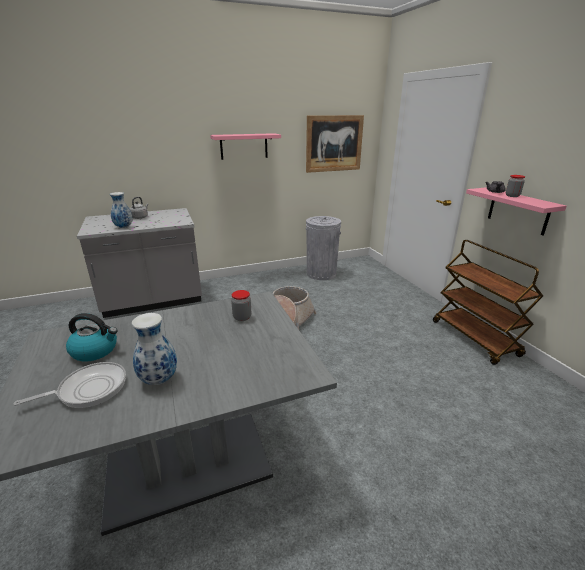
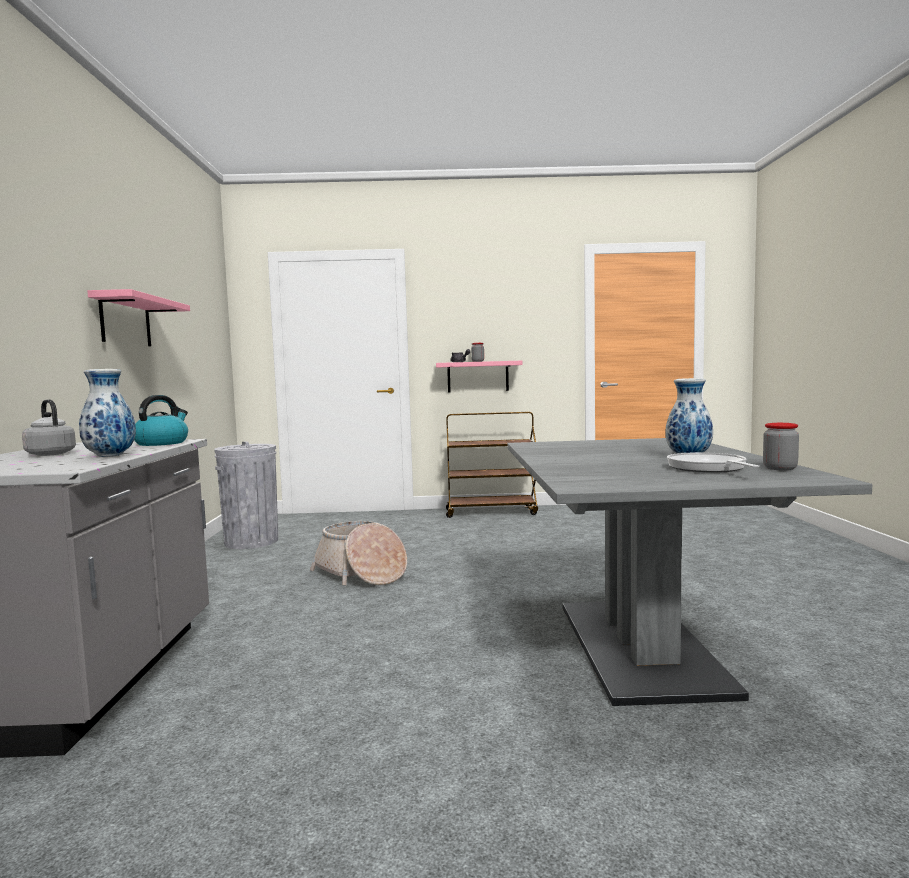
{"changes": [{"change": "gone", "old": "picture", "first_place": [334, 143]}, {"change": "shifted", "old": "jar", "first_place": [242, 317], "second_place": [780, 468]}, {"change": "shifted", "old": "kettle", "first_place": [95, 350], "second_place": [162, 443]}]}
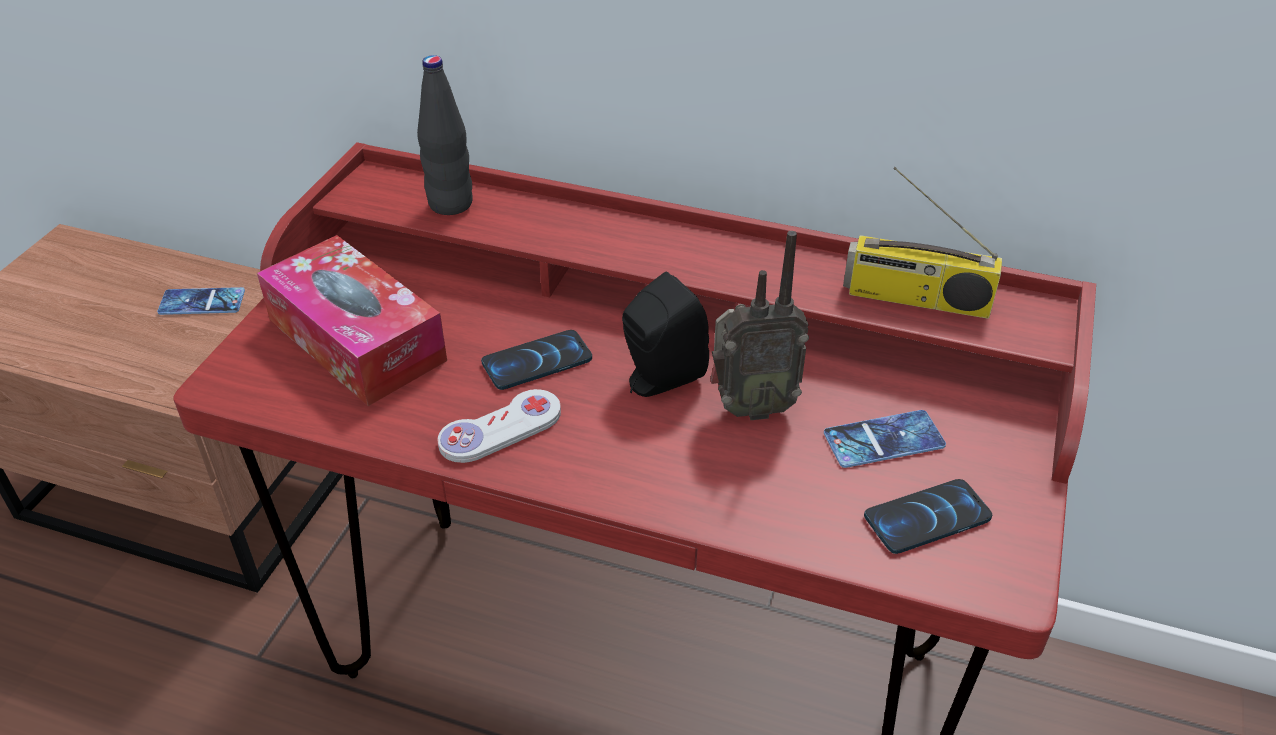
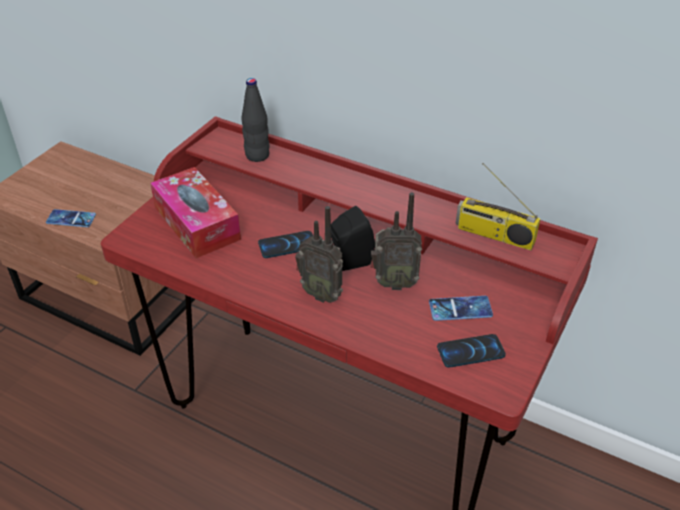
{"changes": [{"change": "shifted", "old": "phone", "first_place": [202, 302], "second_place": [71, 219]}, {"change": "gone", "old": "white game controller", "first_place": [500, 429]}, {"change": "new", "new": "radio", "second_place": [322, 294]}]}
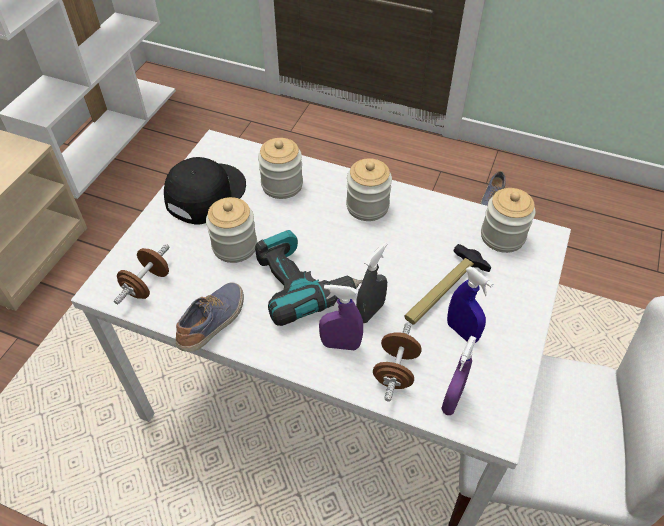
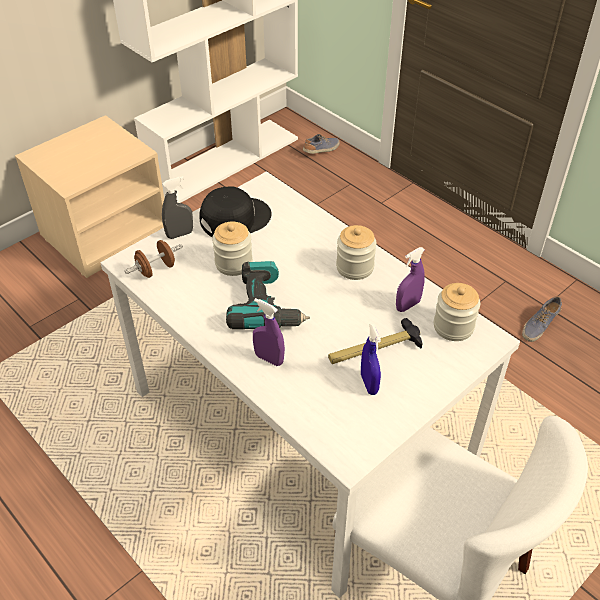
{"changes": [{"change": "gone", "old": "jar", "first_place": [282, 185]}, {"change": "shifted", "old": "grey spray bottle", "first_place": [370, 312], "second_place": [180, 234]}, {"change": "shifted", "old": "shoe", "first_place": [214, 323], "second_place": [322, 150]}, {"change": "gone", "old": "brown dumbbell", "first_place": [395, 370]}, {"change": "shifted", "old": "purple spray bottle", "first_place": [452, 399], "second_place": [407, 305]}]}
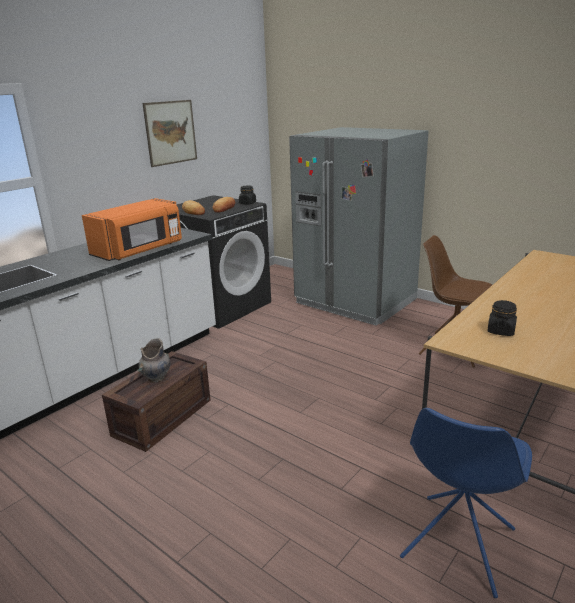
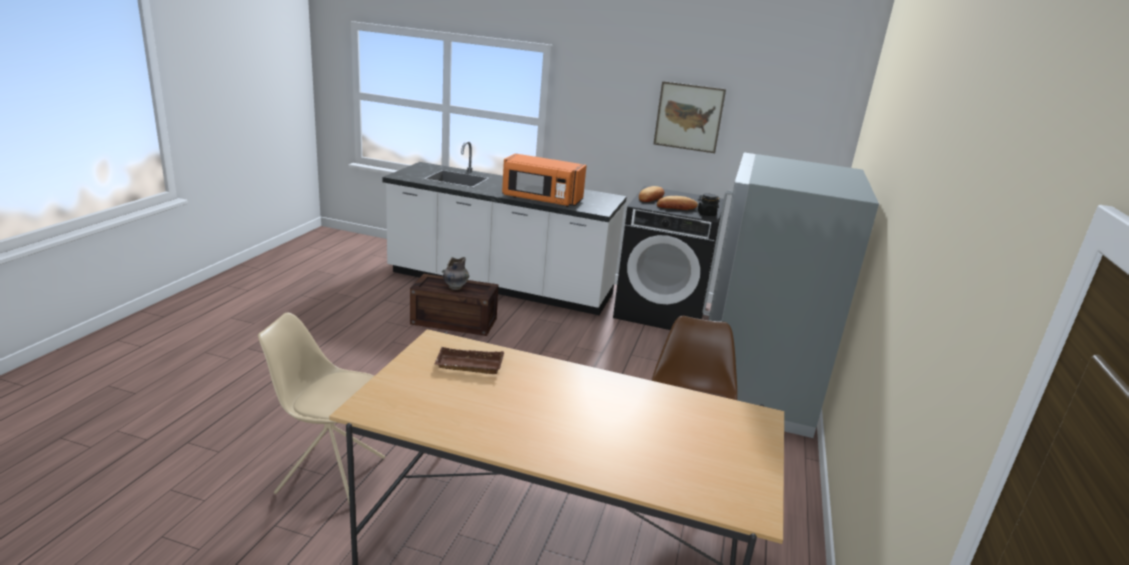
{"changes": [{"change": "swapped", "old": "black jar", "new": "brown tray", "first_place": [501, 331], "second_place": [468, 366]}, {"change": "repainted", "old": "blue chair", "new": "beige chair", "first_place": [457, 545], "second_place": [330, 474]}]}
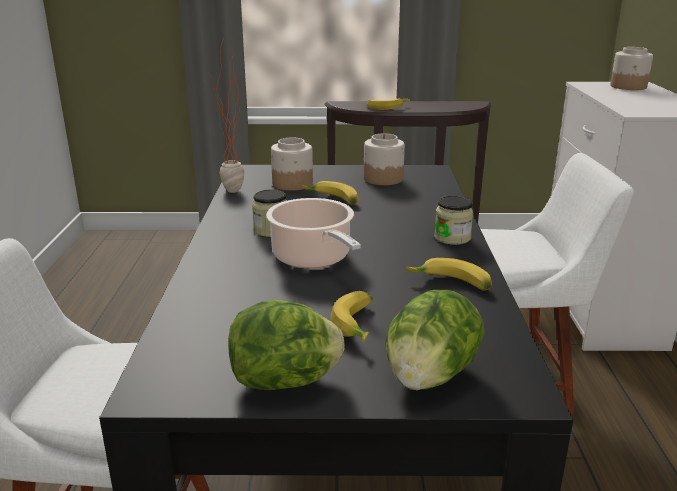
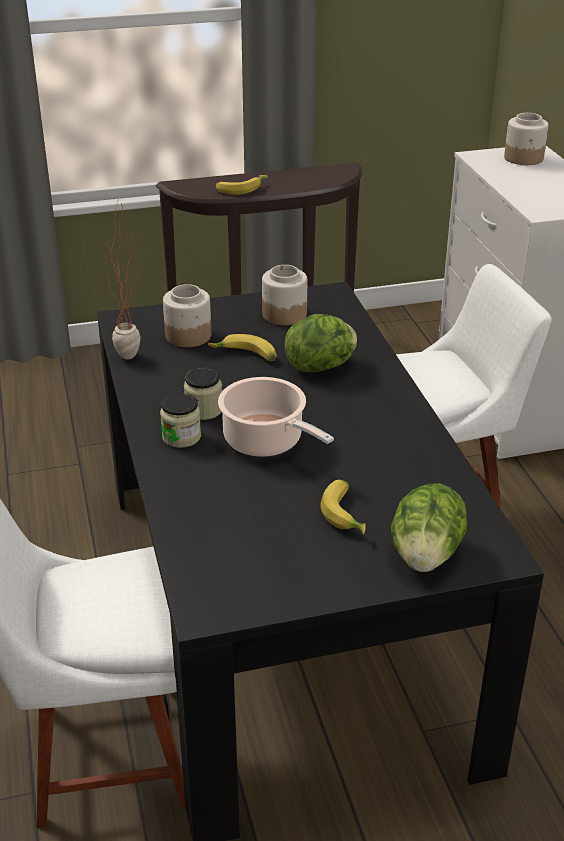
{"changes": [{"change": "shifted", "old": "jar", "first_place": [452, 237], "second_place": [181, 437]}, {"change": "gone", "old": "banana", "first_place": [450, 284]}, {"change": "shifted", "old": "lettuce", "first_place": [286, 382], "second_place": [321, 367]}]}
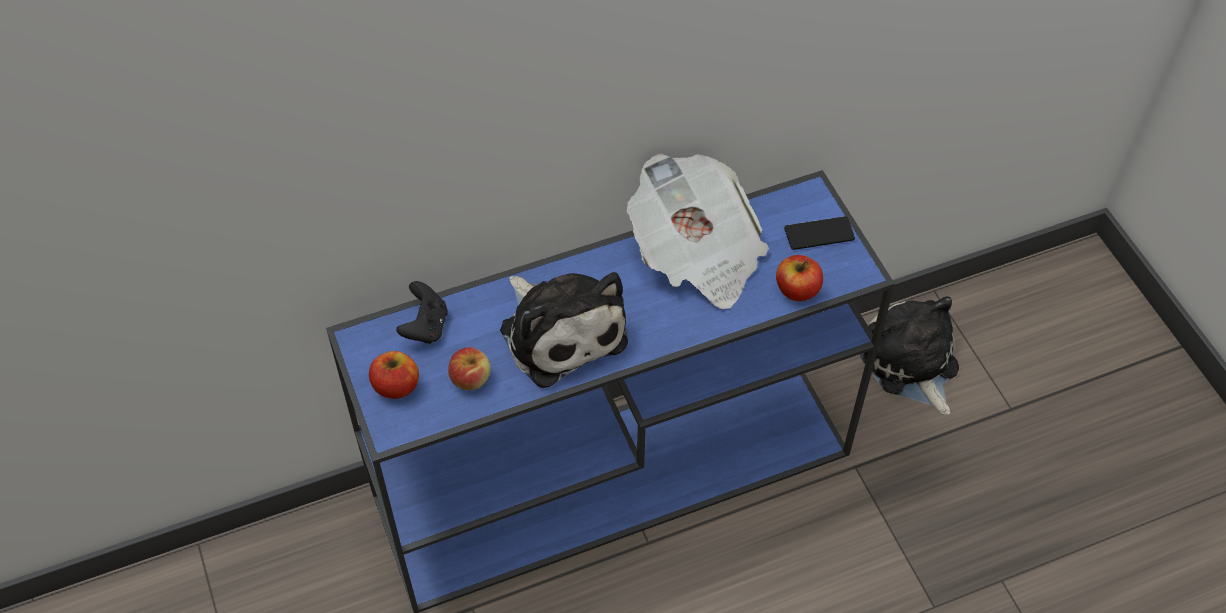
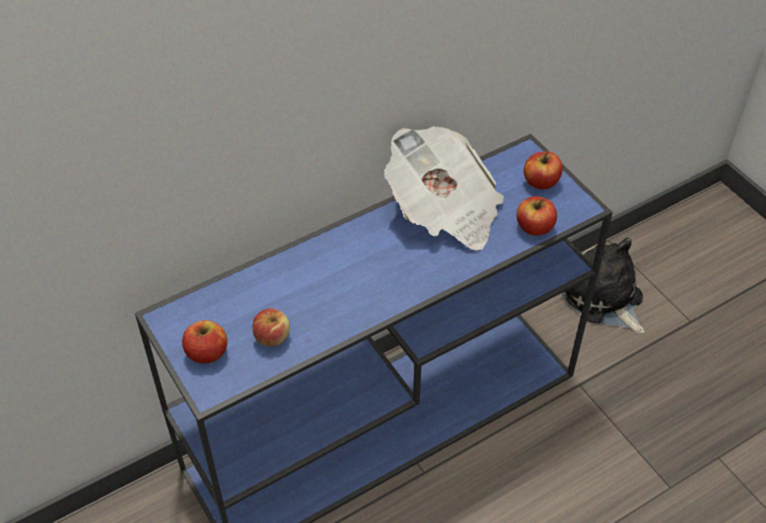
{"changes": [{"change": "swapped", "old": "phone", "new": "apple", "first_place": [819, 234], "second_place": [541, 182]}, {"change": "gone", "old": "plush toy", "first_place": [560, 331]}, {"change": "gone", "old": "black game controller", "first_place": [425, 326]}]}
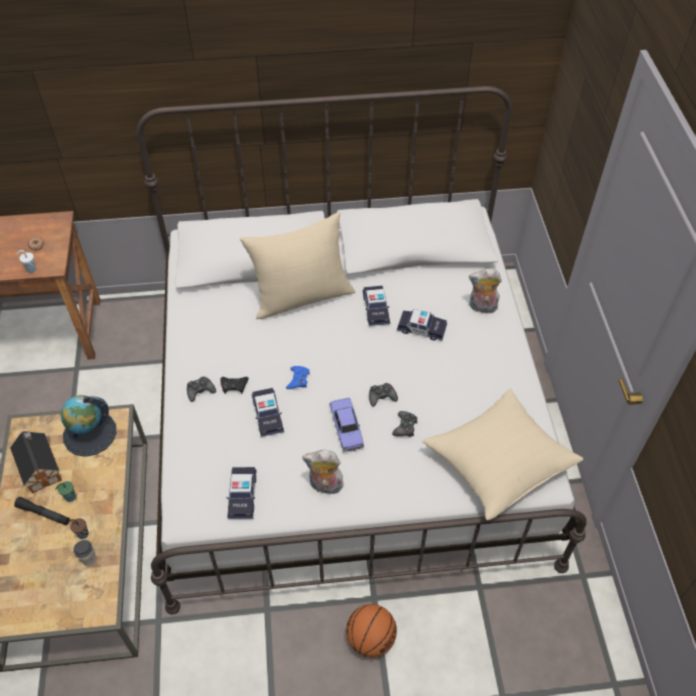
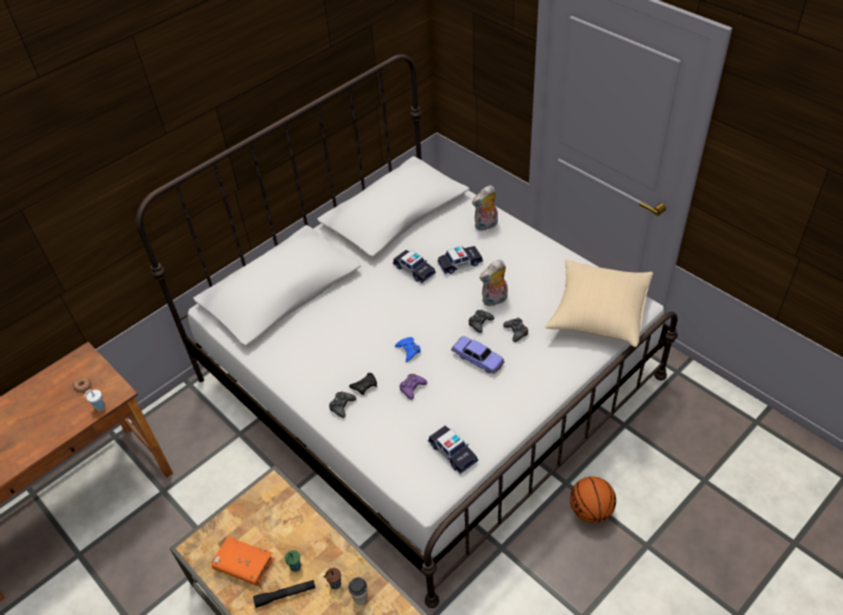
{"changes": [{"change": "gone", "old": "beige pillow", "first_place": [302, 296]}, {"change": "swapped", "old": "toy car", "new": "purple game controller", "first_place": [267, 415], "second_place": [412, 388]}, {"change": "gone", "old": "globe", "first_place": [89, 433]}, {"change": "swapped", "old": "toy house", "new": "orange book", "first_place": [40, 467], "second_place": [244, 564]}, {"change": "shifted", "old": "plush toy", "first_place": [324, 486], "second_place": [494, 300]}]}
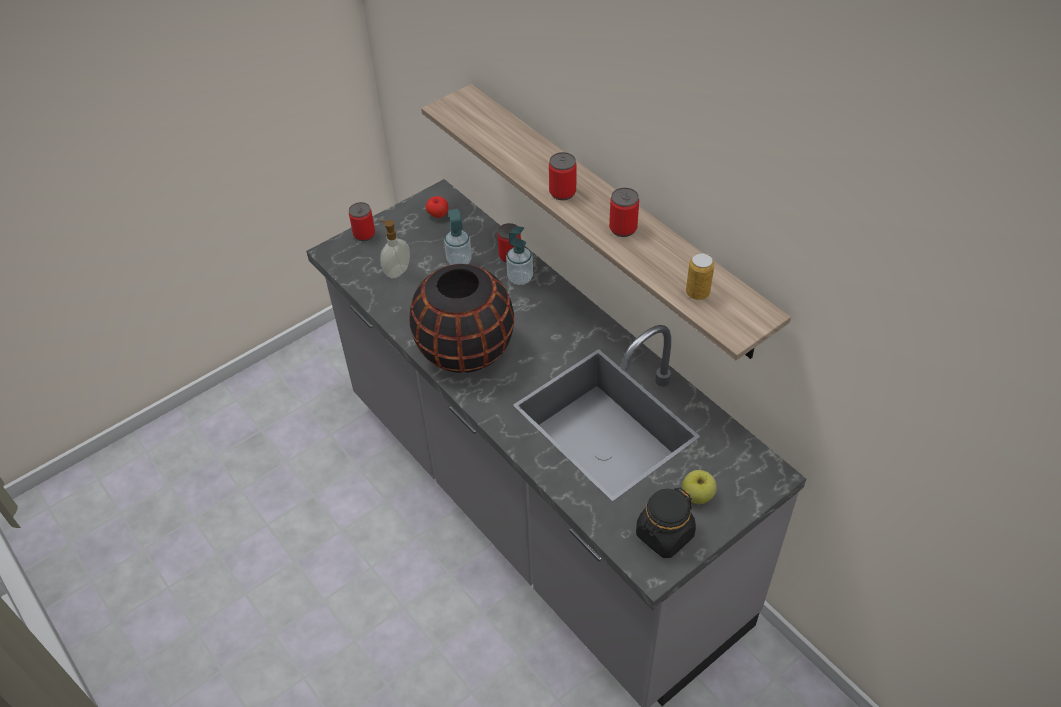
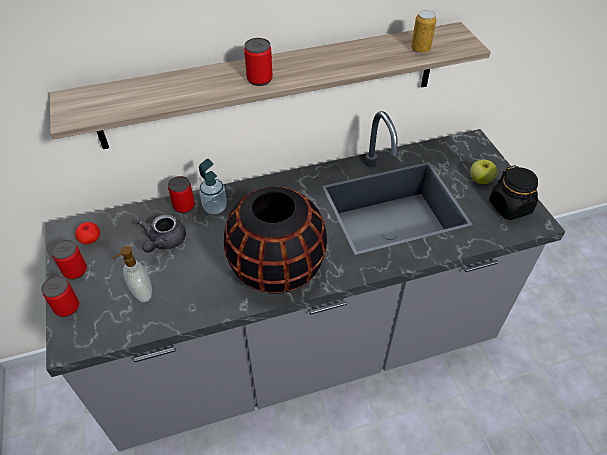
{"changes": [{"change": "shifted", "old": "can", "first_place": [623, 228], "second_place": [75, 271]}, {"change": "swapped", "old": "soap dispenser", "new": "grey teapot", "first_place": [459, 261], "second_place": [164, 242]}]}
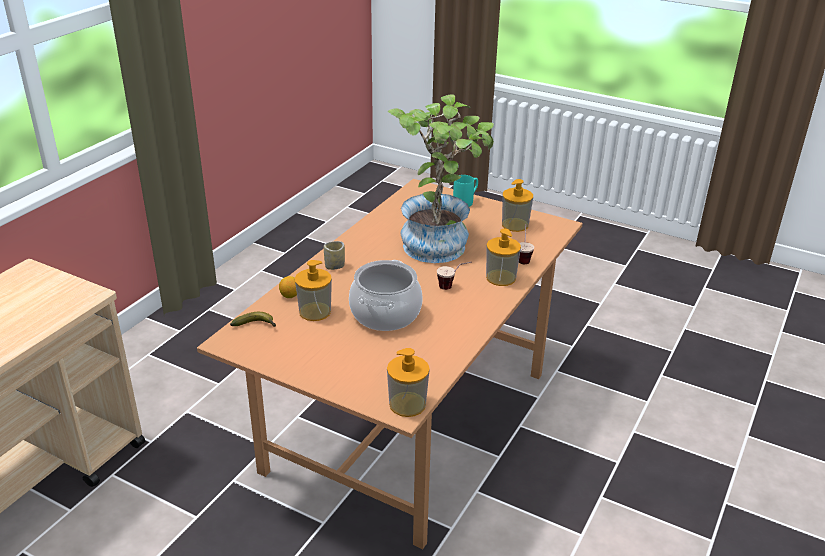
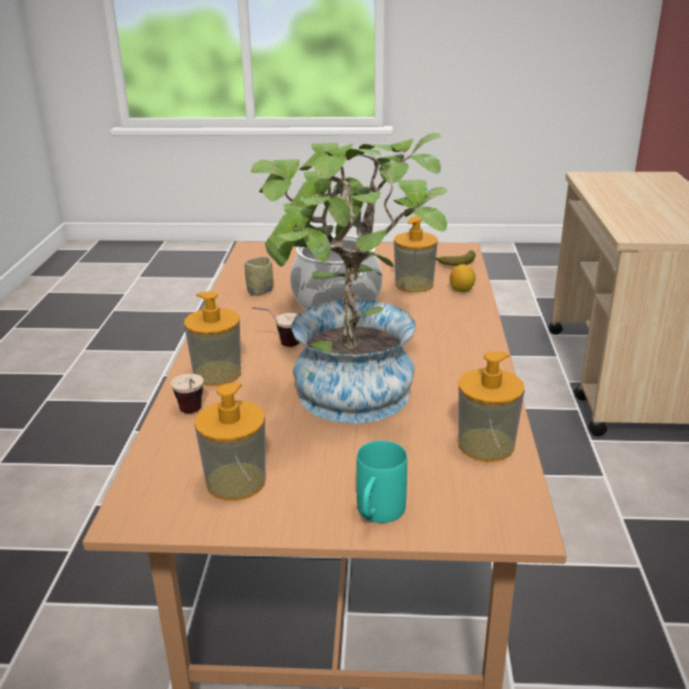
{"changes": [{"change": "shifted", "old": "cup", "first_place": [334, 266], "second_place": [260, 291]}, {"change": "shifted", "old": "soap dispenser", "first_place": [407, 404], "second_place": [486, 445]}]}
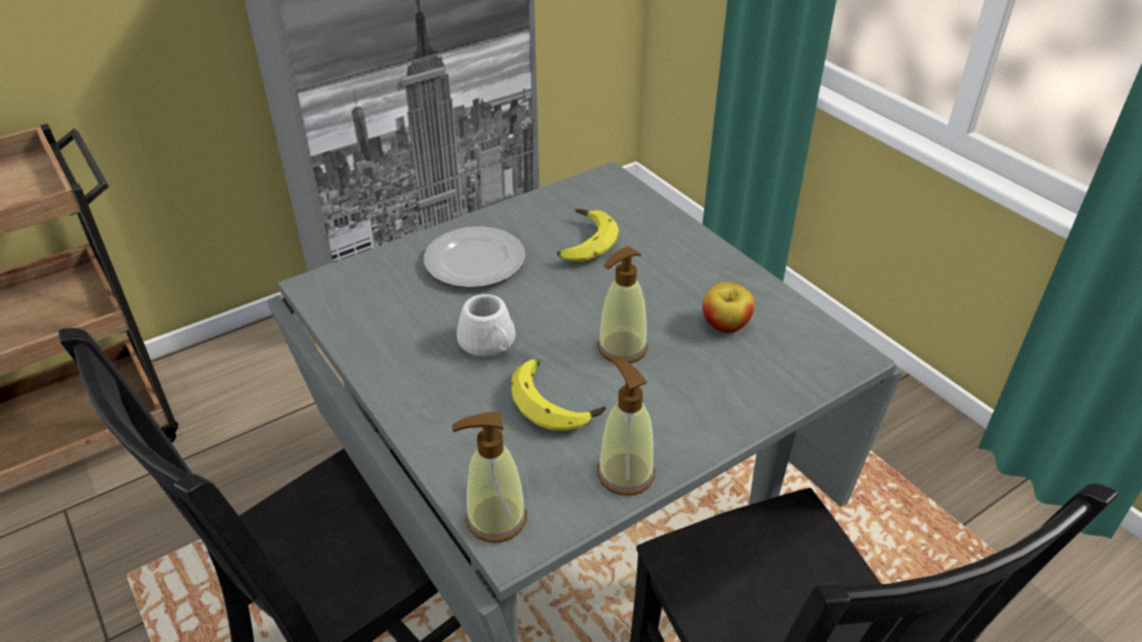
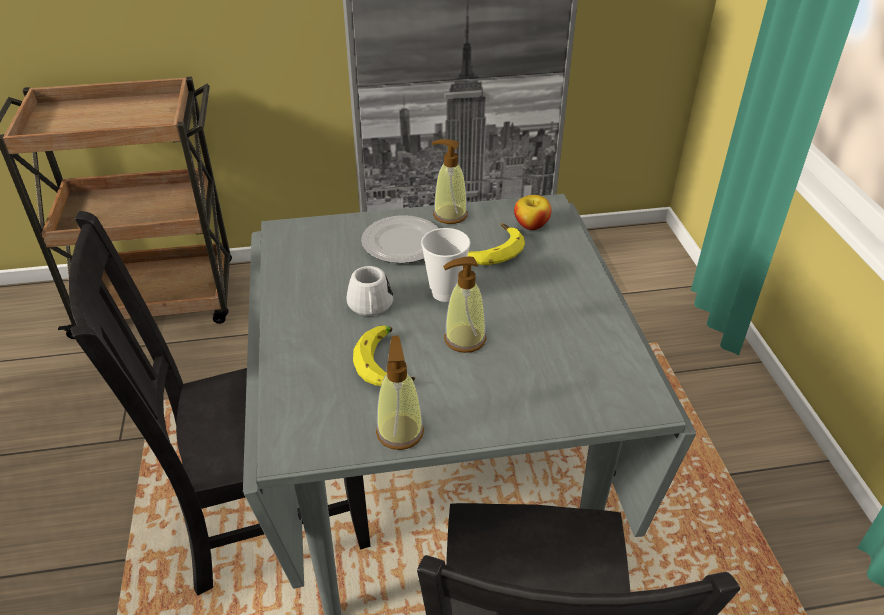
{"changes": [{"change": "shifted", "old": "apple", "first_place": [725, 324], "second_place": [531, 225]}, {"change": "shifted", "old": "soap dispenser", "first_place": [495, 518], "second_place": [450, 215]}, {"change": "new", "new": "cup", "second_place": [445, 293]}]}
